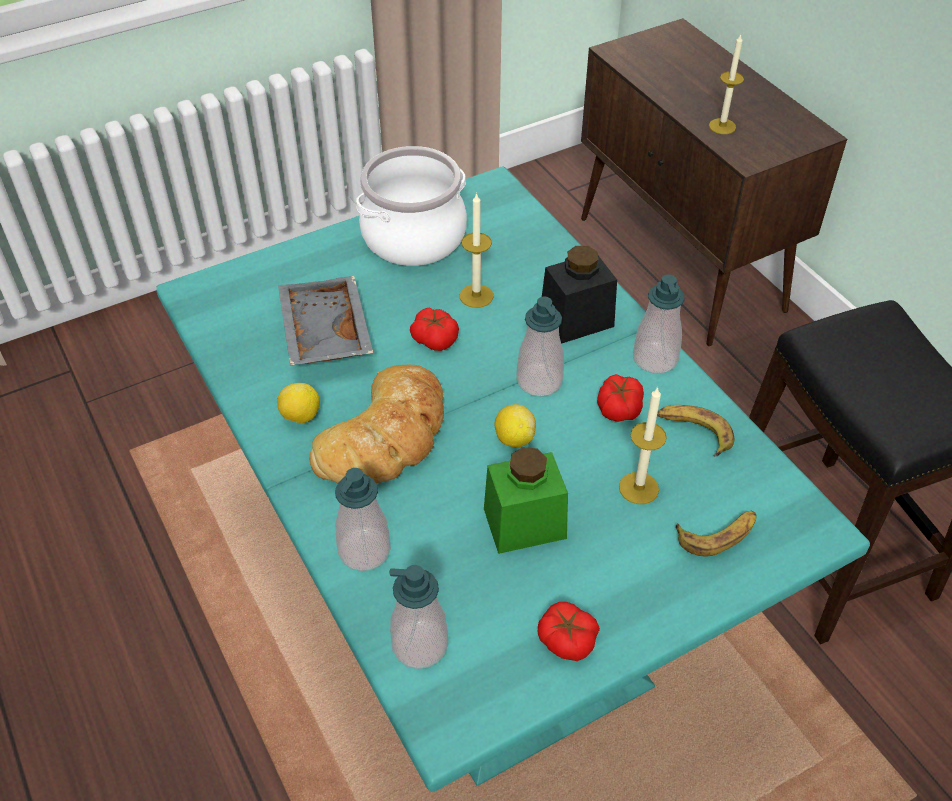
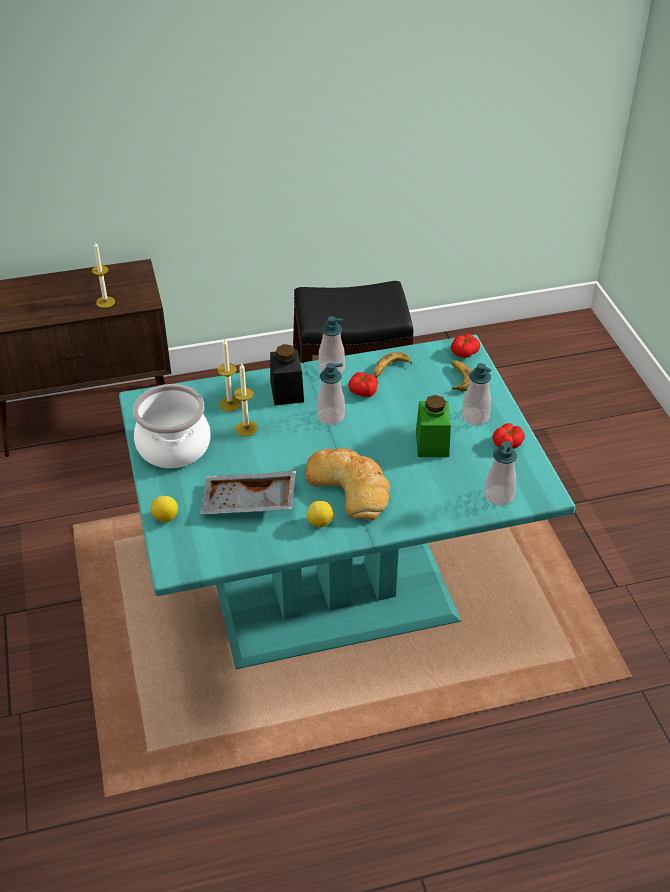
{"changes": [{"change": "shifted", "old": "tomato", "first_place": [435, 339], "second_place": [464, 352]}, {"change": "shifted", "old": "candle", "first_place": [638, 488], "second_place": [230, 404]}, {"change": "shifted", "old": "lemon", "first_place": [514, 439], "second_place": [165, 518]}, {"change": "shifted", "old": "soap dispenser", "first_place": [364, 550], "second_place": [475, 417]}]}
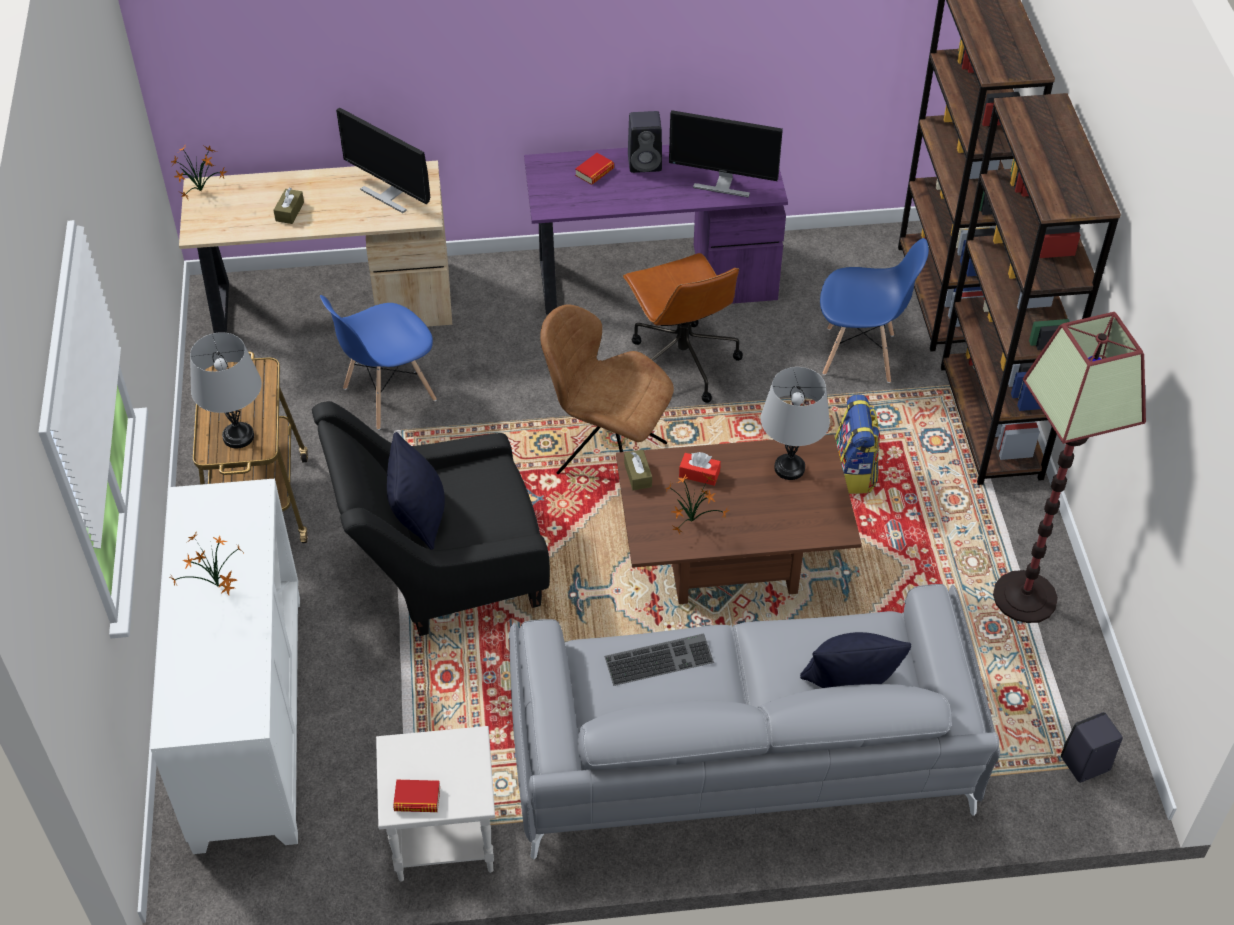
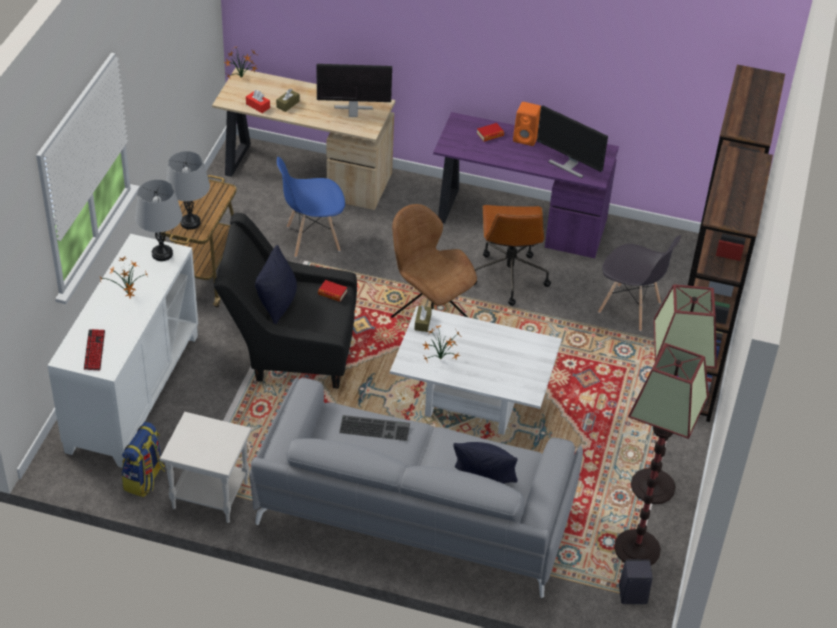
{"changes": [{"change": "rotated", "old": "monitor", "first_place": [389, 194], "second_place": [353, 111], "degrees": 120}, {"change": "repainted", "old": "black speaker", "new": "orange speaker", "first_place": [646, 162], "second_place": [526, 138]}, {"change": "repainted", "old": "blue chair", "new": "grey chair", "first_place": [860, 355], "second_place": [630, 308]}, {"change": "shifted", "old": "grey table lamp", "first_place": [789, 468], "second_place": [162, 254]}, {"change": "shifted", "old": "backpack", "first_place": [854, 472], "second_place": [144, 479]}, {"change": "repainted", "old": "brown coffee table", "new": "white coffee table", "first_place": [730, 560], "second_place": [472, 402]}, {"change": "shifted", "old": "red tissue box", "first_place": [699, 474], "second_place": [258, 106]}, {"change": "shifted", "old": "book", "first_place": [417, 799], "second_place": [332, 293]}, {"change": "new", "new": "keyboard", "second_place": [94, 350]}, {"change": "new", "new": "floor lamp", "second_place": [637, 549]}]}
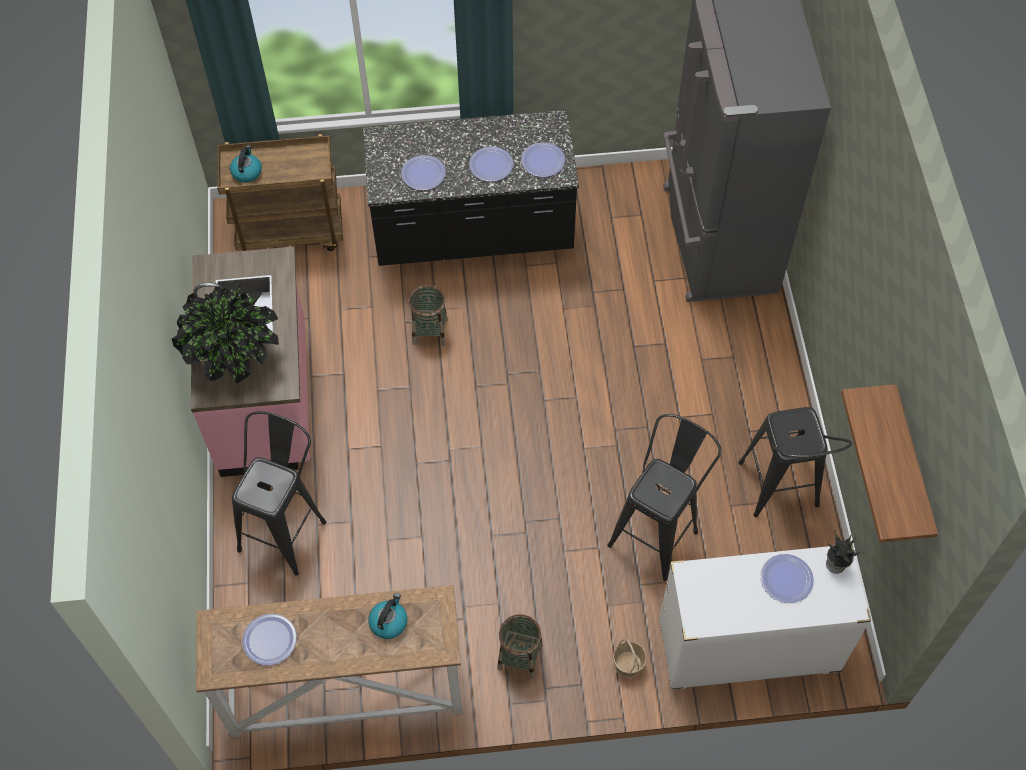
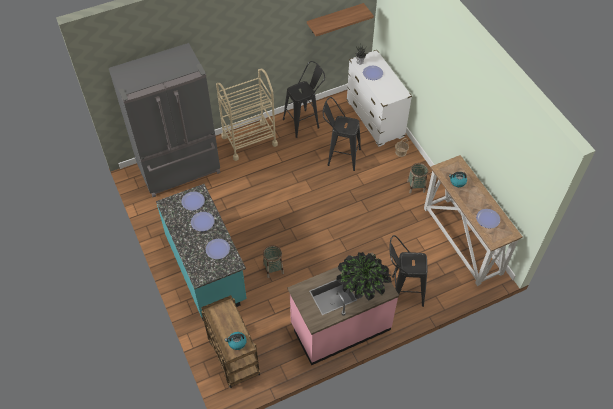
{"changes": [{"change": "repainted", "old": "black counter", "new": "turquoise counter", "first_place": [473, 233], "second_place": [207, 269]}, {"change": "new", "new": "beige cart", "second_place": [249, 140]}]}
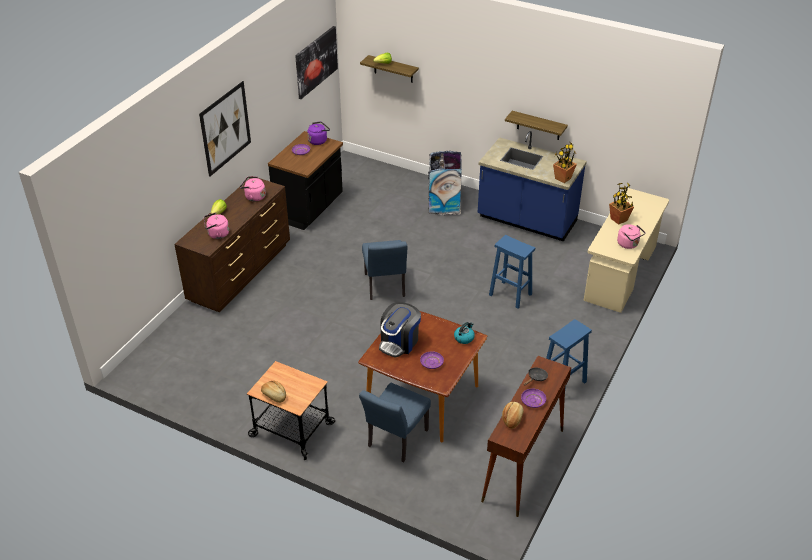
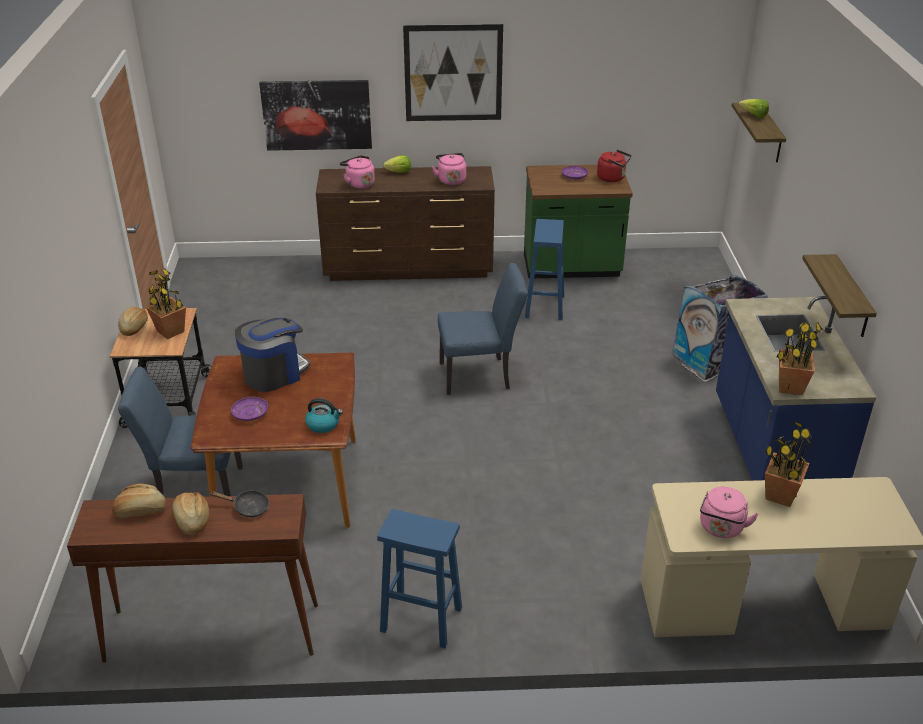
{"changes": [{"change": "shifted", "old": "picture", "first_place": [316, 61], "second_place": [317, 115]}, {"change": "repainted", "old": "purple kettle", "new": "red kettle", "first_place": [318, 140], "second_place": [613, 178]}, {"change": "repainted", "old": "black counter", "new": "green counter", "first_place": [310, 209], "second_place": [571, 268]}, {"change": "shifted", "old": "blue stool", "first_place": [509, 294], "second_place": [544, 306]}, {"change": "rotated", "old": "blue chair", "first_place": [385, 288], "second_place": [480, 375], "degrees": -150}, {"change": "rotated", "old": "coffee machine", "first_place": [399, 342], "second_place": [274, 374], "degrees": 135}, {"change": "swapped", "old": "purple plate", "new": "bread", "first_place": [533, 401], "second_place": [191, 520]}, {"change": "new", "new": "potted plant", "second_place": [171, 331]}]}
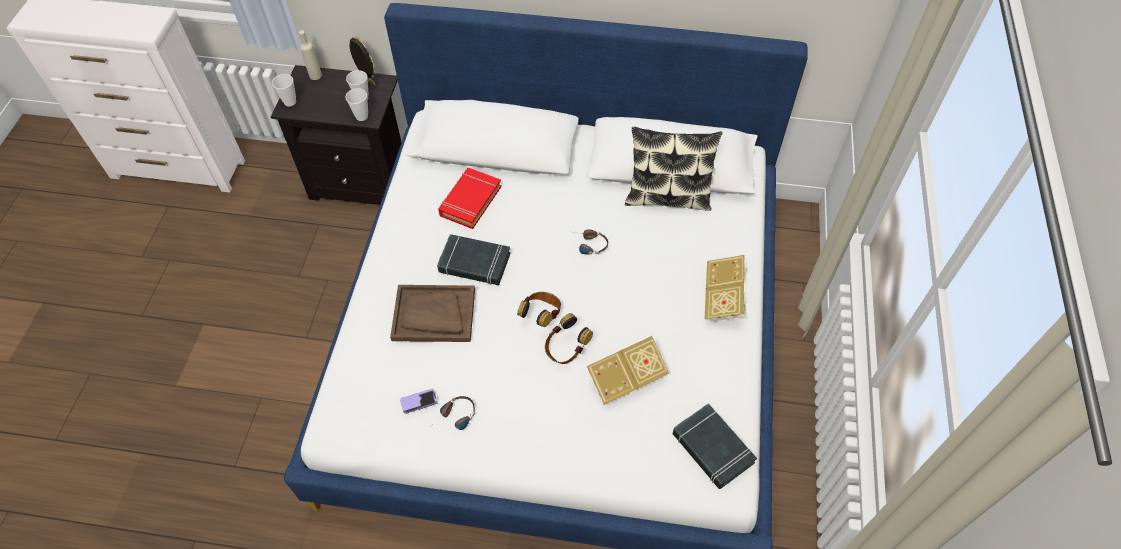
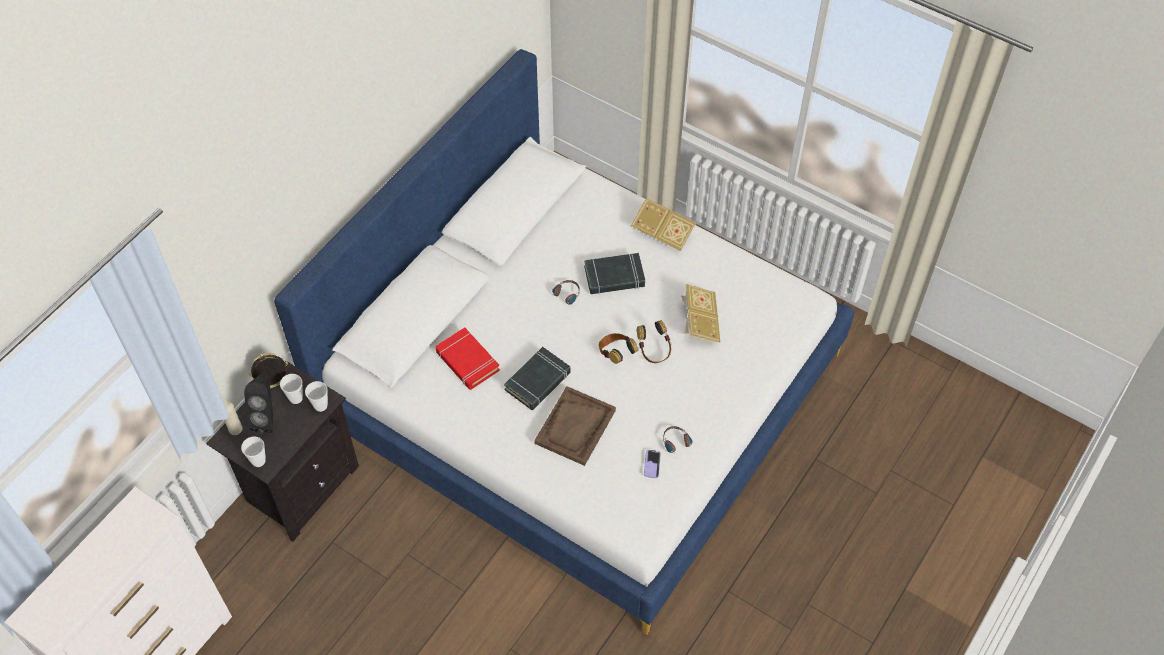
{"changes": [{"change": "gone", "old": "pillow", "first_place": [667, 196]}, {"change": "shifted", "old": "black book", "first_place": [712, 448], "second_place": [614, 277]}, {"change": "new", "new": "black speaker", "second_place": [267, 418]}]}
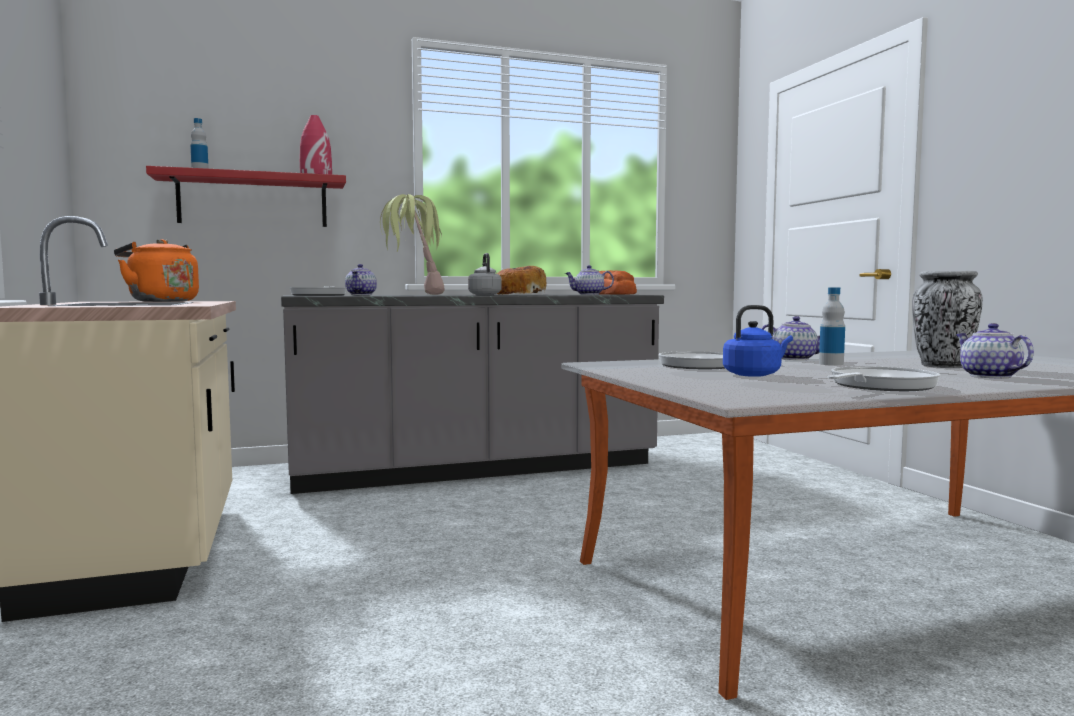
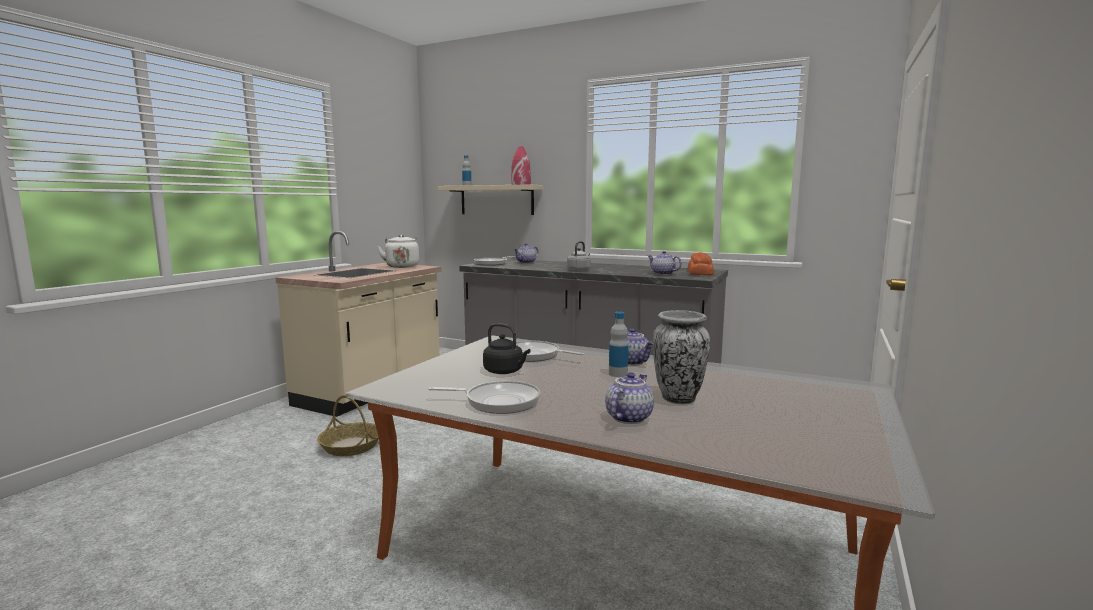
{"changes": [{"change": "repainted", "old": "red shelf", "new": "beige shelf", "first_place": [253, 201], "second_place": [496, 200]}, {"change": "gone", "old": "potted plant", "first_place": [412, 294]}, {"change": "repainted", "old": "orange kettle", "new": "white kettle", "first_place": [160, 301], "second_place": [402, 266]}, {"change": "gone", "old": "bread", "first_place": [517, 294]}, {"change": "repainted", "old": "blue kettle", "new": "black kettle", "first_place": [754, 374], "second_place": [505, 371]}, {"change": "new", "new": "basket", "second_place": [350, 446]}]}
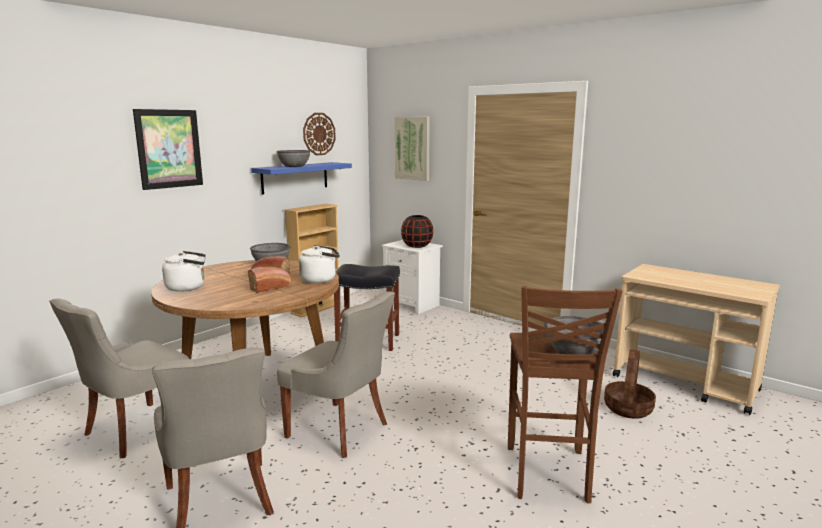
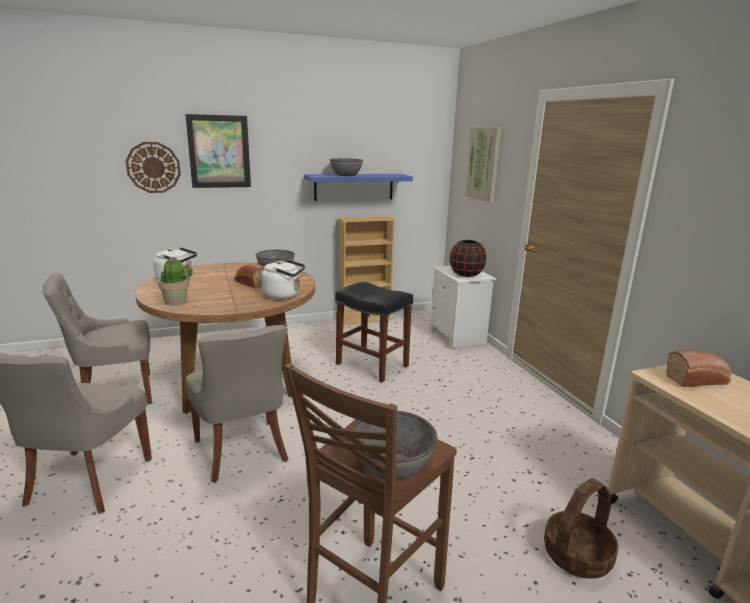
{"changes": [{"change": "shifted", "old": "wall clock", "first_place": [319, 134], "second_place": [153, 167]}, {"change": "shifted", "old": "bread", "first_place": [271, 287], "second_place": [698, 380]}, {"change": "new", "new": "potted plant", "second_place": [176, 302]}]}
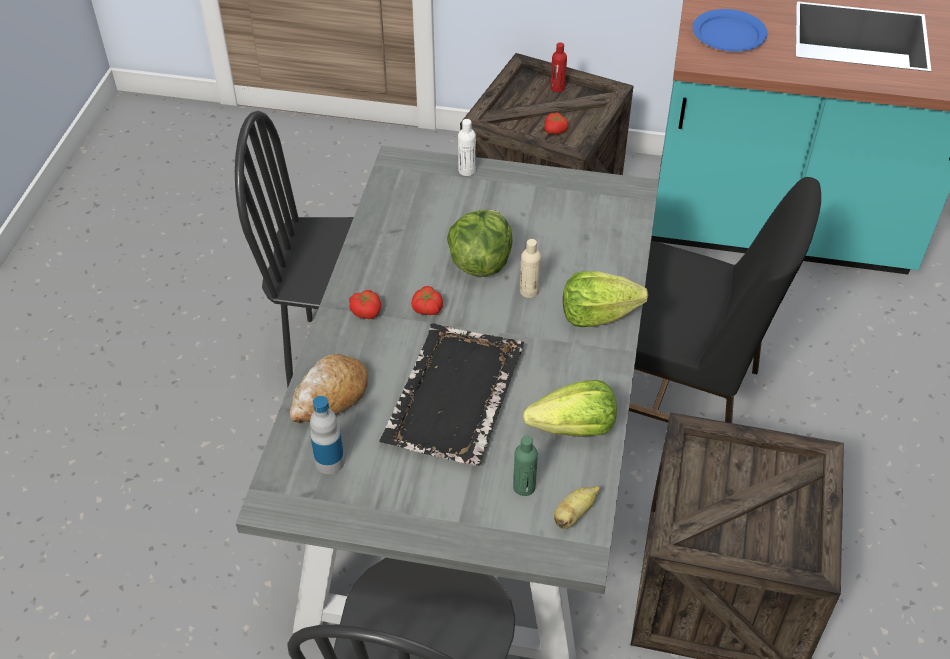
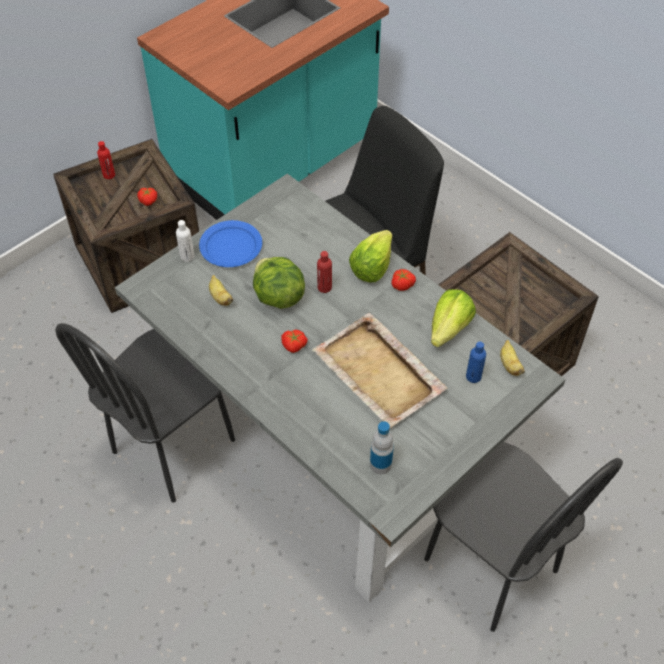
{"changes": [{"change": "shifted", "old": "blue plate", "first_place": [728, 34], "second_place": [230, 246]}, {"change": "repainted", "old": "beige bottle", "new": "red bottle", "first_place": [529, 291], "second_place": [324, 287]}, {"change": "shifted", "old": "tomato", "first_place": [366, 311], "second_place": [402, 284]}, {"change": "repainted", "old": "black tray", "new": "beige tray", "first_place": [453, 397], "second_place": [379, 373]}, {"change": "gone", "old": "bread", "first_place": [330, 397]}, {"change": "repainted", "old": "green bottle", "new": "blue bottle", "first_place": [524, 487], "second_place": [473, 376]}, {"change": "new", "new": "banana", "second_place": [220, 297]}]}
